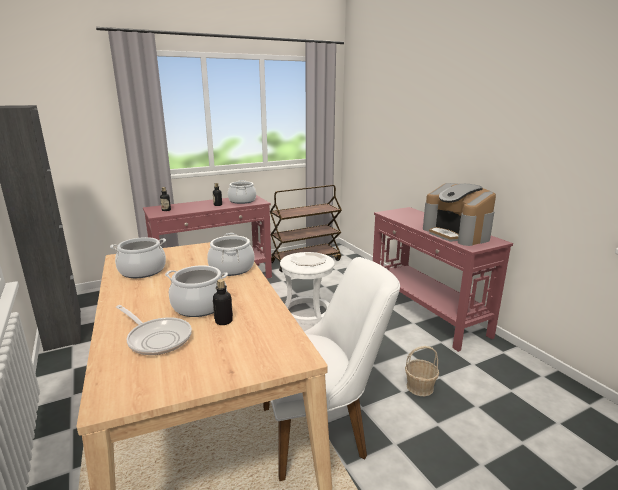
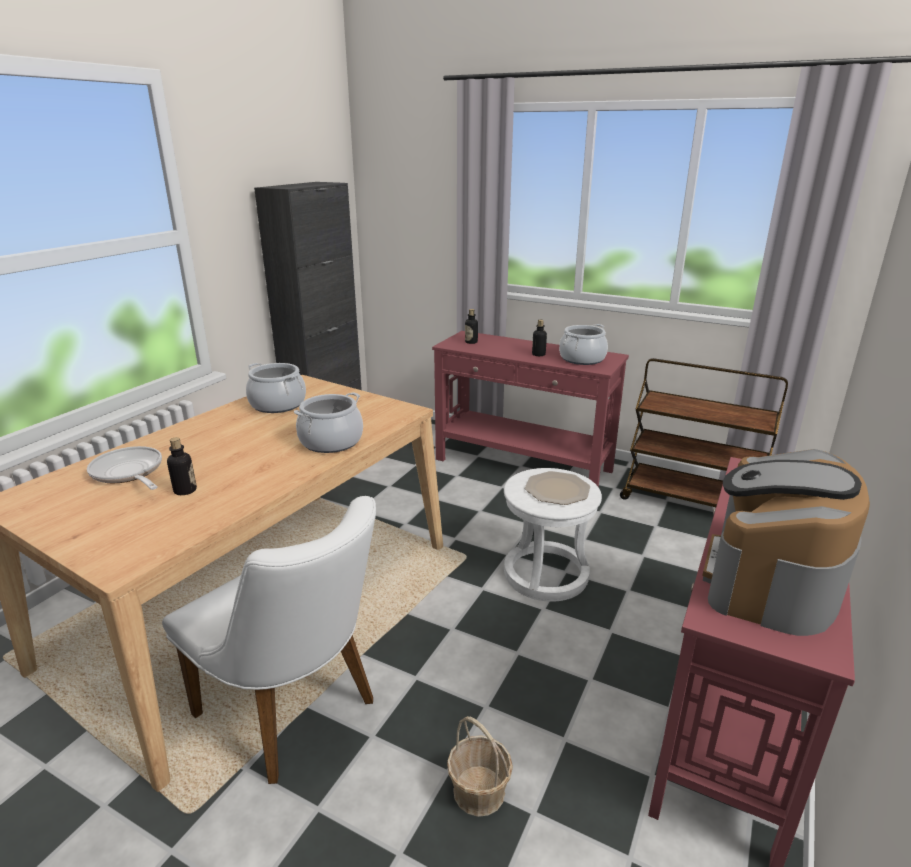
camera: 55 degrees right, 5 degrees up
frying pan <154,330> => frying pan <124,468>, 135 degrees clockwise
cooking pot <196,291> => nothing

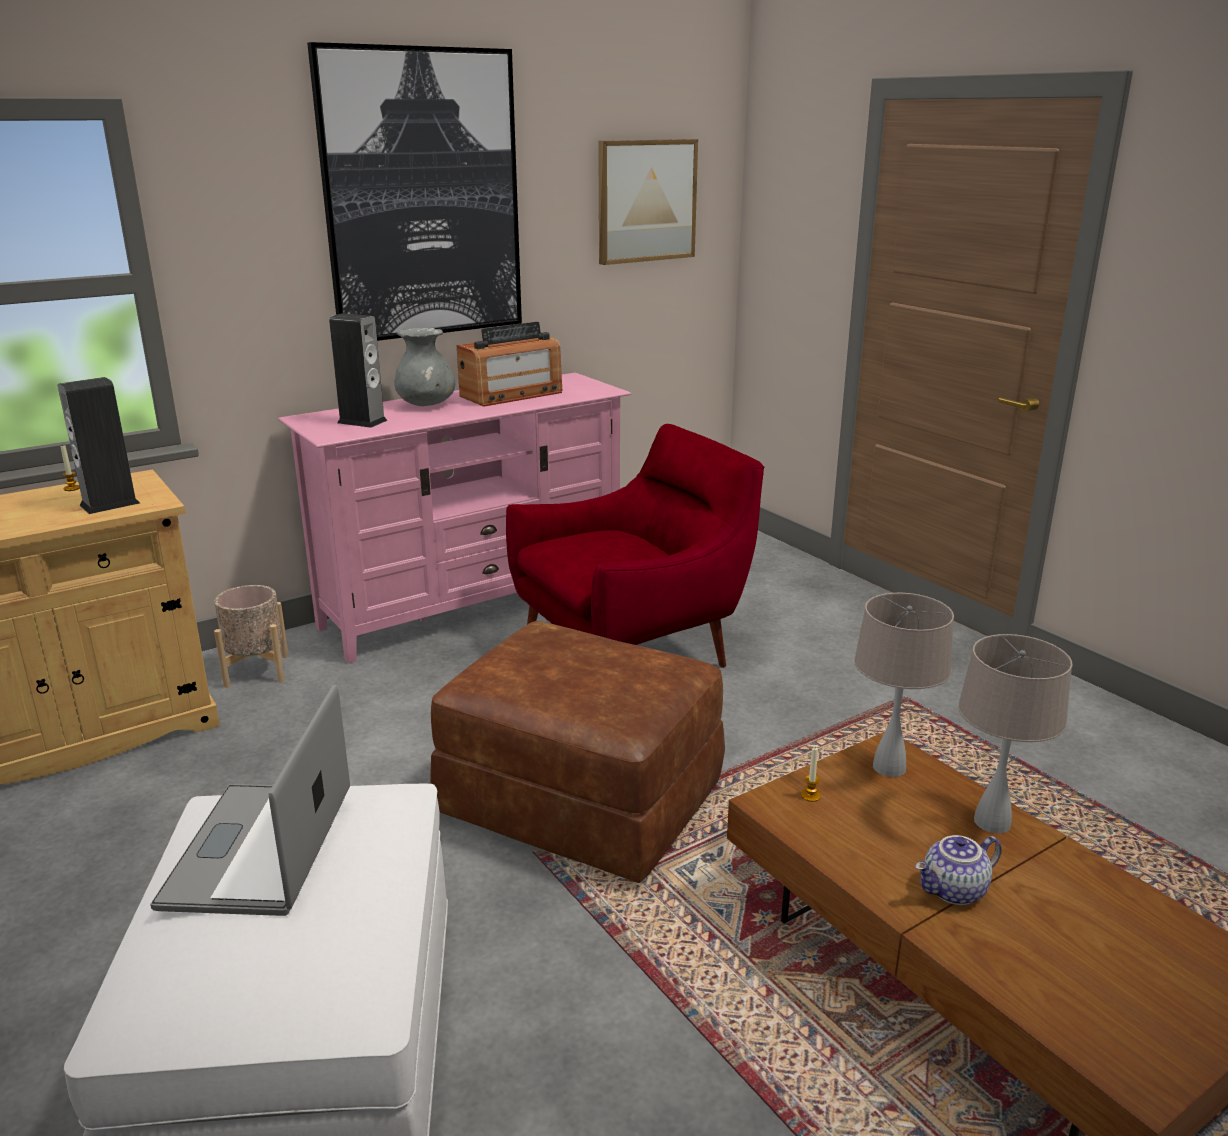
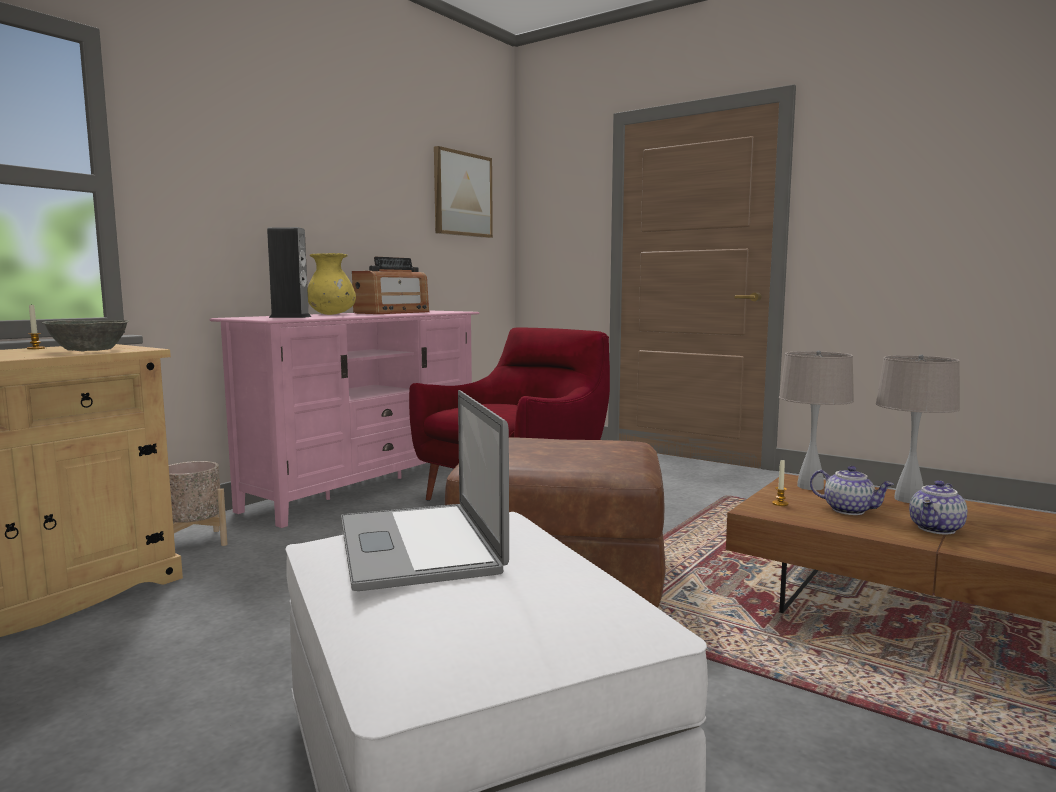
camera: 20 degrees left, 15 degrees down
speaker <99,445> => bowl (grey) <85,335>
picture <414,191> => nothing
vase (grey) <425,367> => vase (yellow) <332,284>
nothing => teapot <852,490>

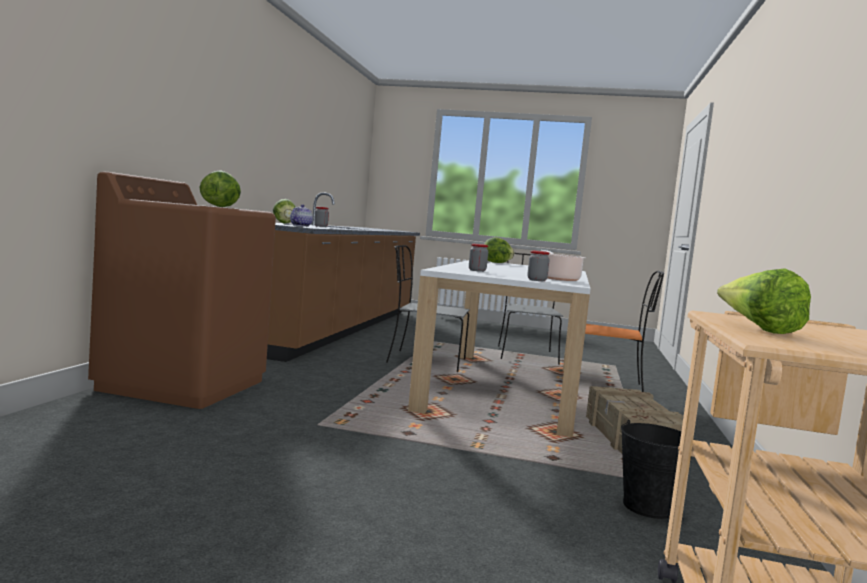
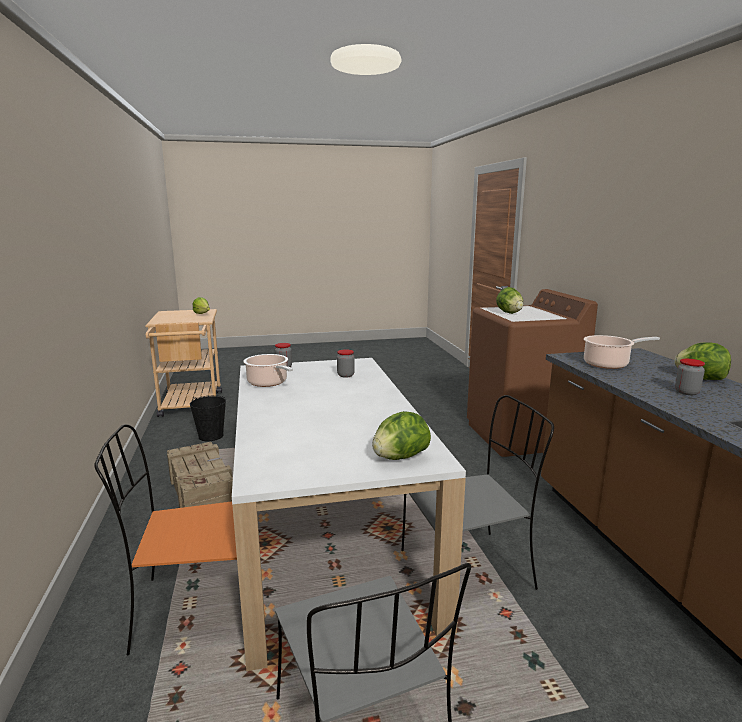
camera: 155 degrees right, 10 degrees up
teapot <301,215> => cooking pot <622,352>

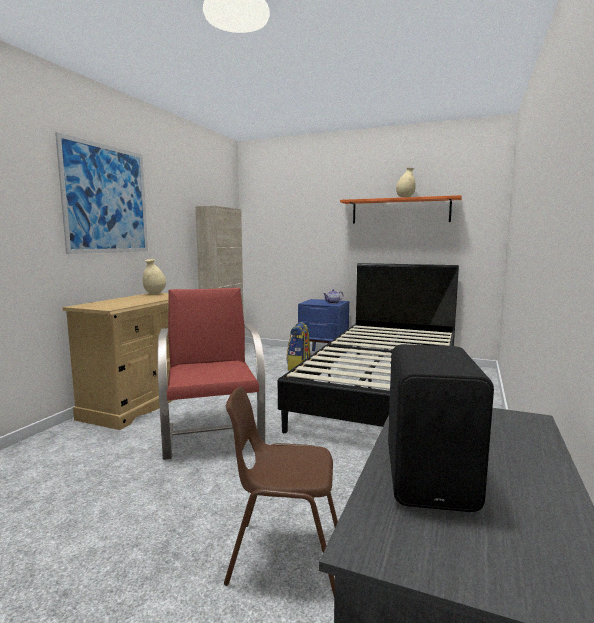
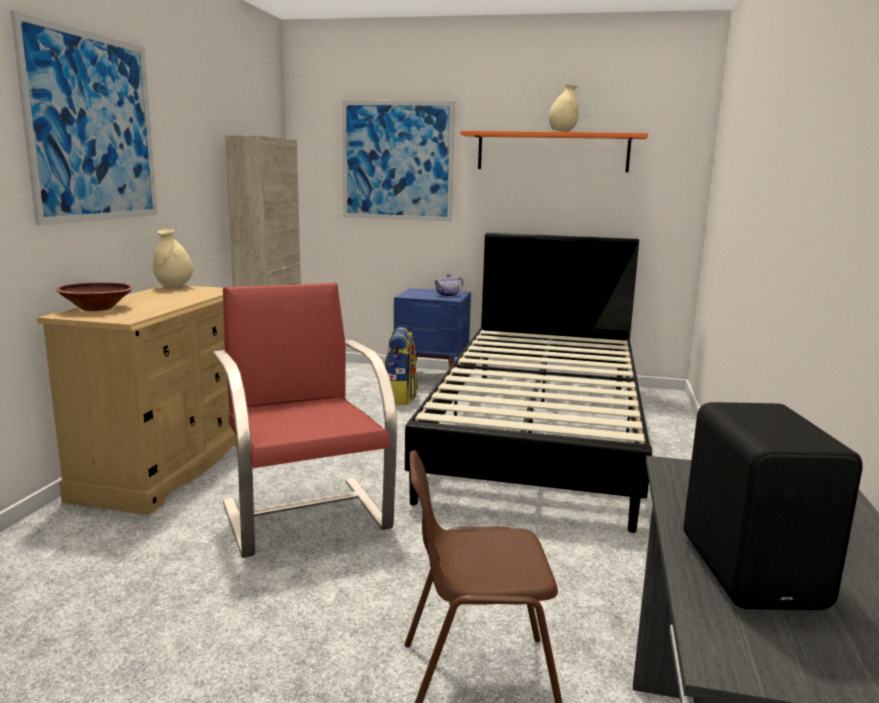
camera: 10 degrees left, 5 degrees up
nothing => bowl (brown) <94,297>
nothing => picture <398,160>

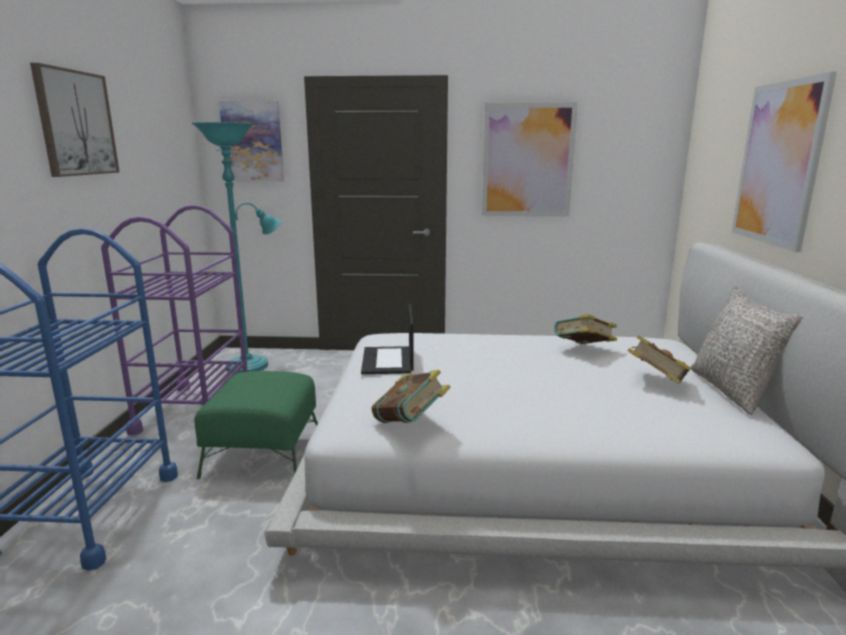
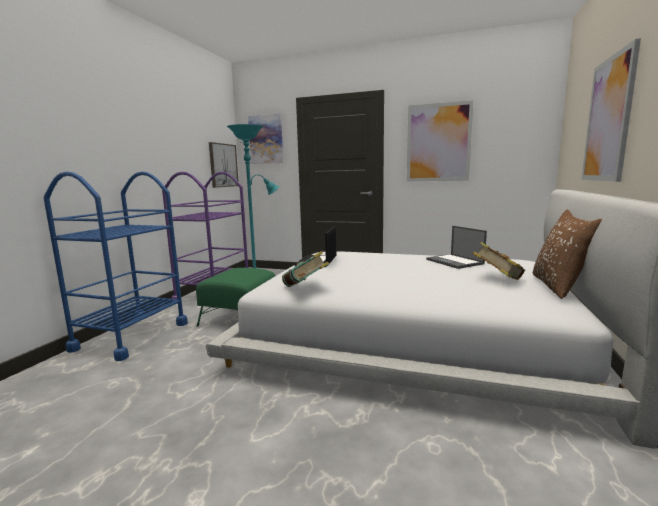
camera: 15 degrees right, 5 degrees down
picture <74,120> => picture <223,165>, move
book <585,329> => laptop <456,247>
pillow (grey) <747,350> => pillow (brown) <567,254>

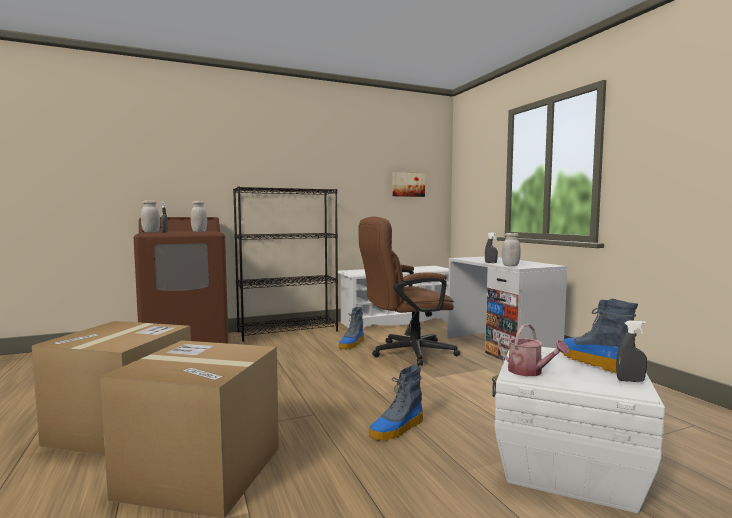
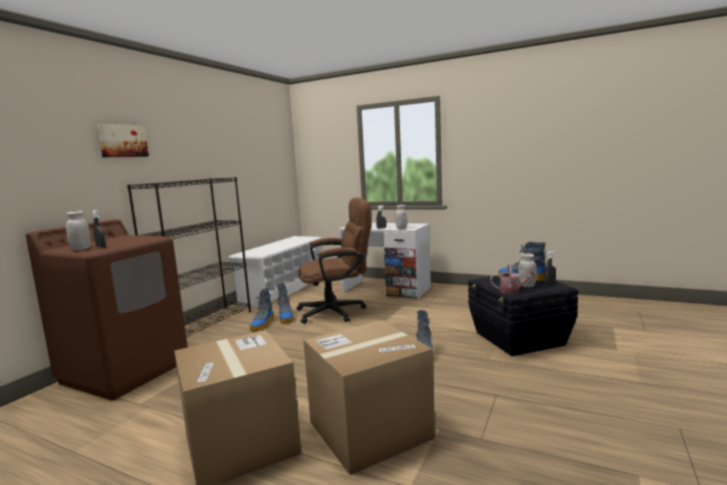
camera: 40 degrees left, 5 degrees up
jar (white) <199,216> => jar (white) <527,270>, move
office chair (brown) <409,291> => office chair (brown) <334,260>, 135 degrees counterclockwise
picture <408,184> => picture <123,140>, move
storage box (white) <578,430> => storage box (black) <523,316>
nothing => boot <262,310>

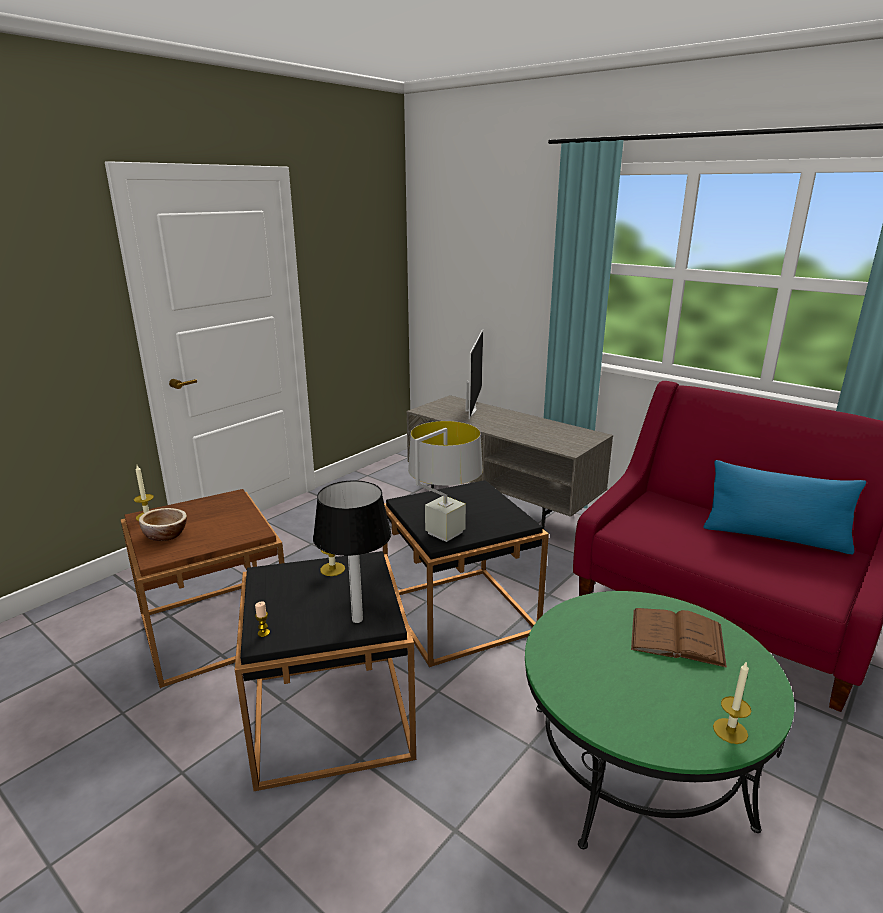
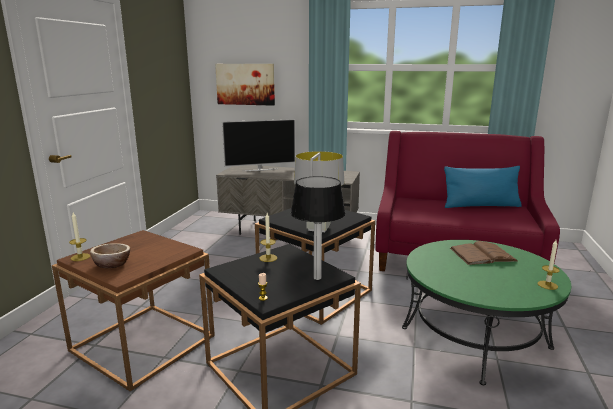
camera: 25 degrees left, 5 degrees down
television <474,374> => television <259,145>, 90 degrees clockwise
nothing => picture <245,85>

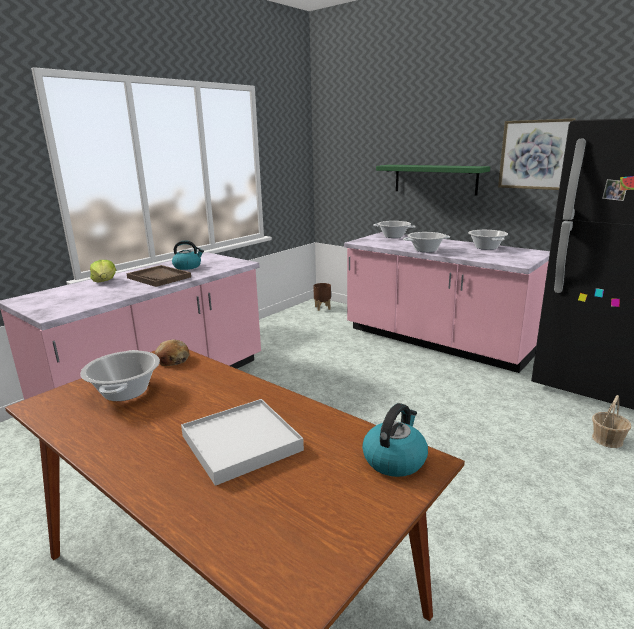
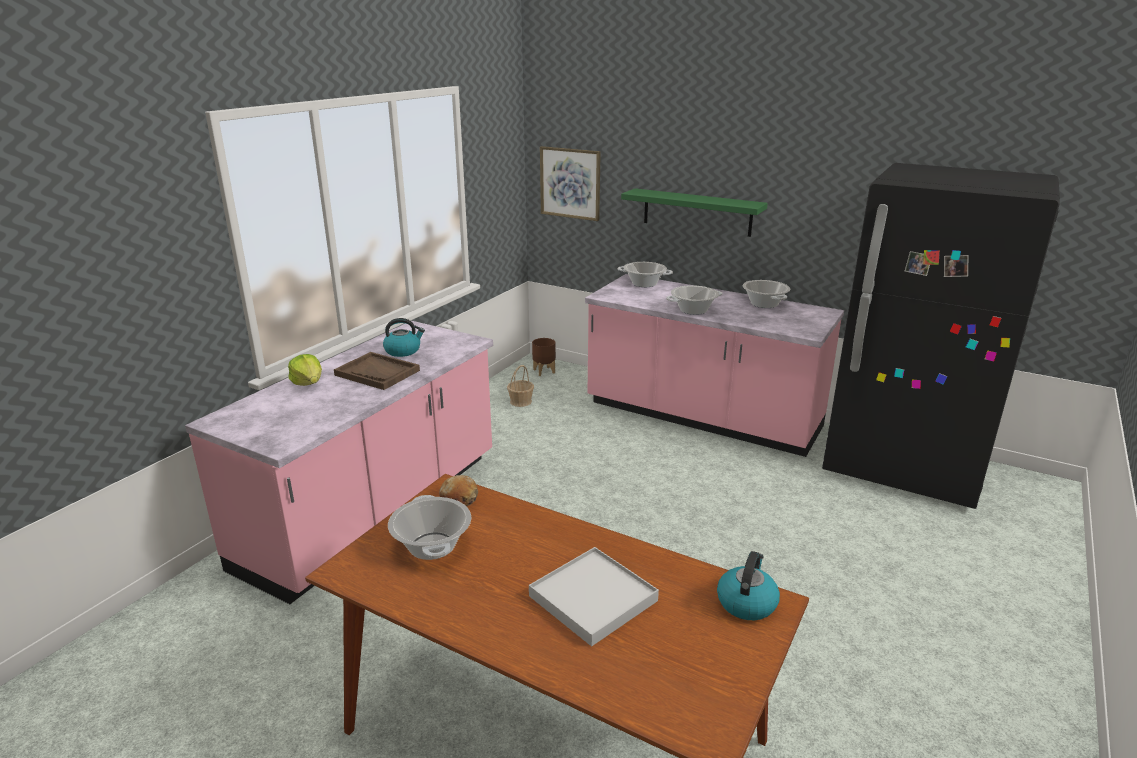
camera: 10 degrees left, 5 degrees up
picture <537,154> => picture <570,183>, move
basket <611,421> => basket <520,386>, move

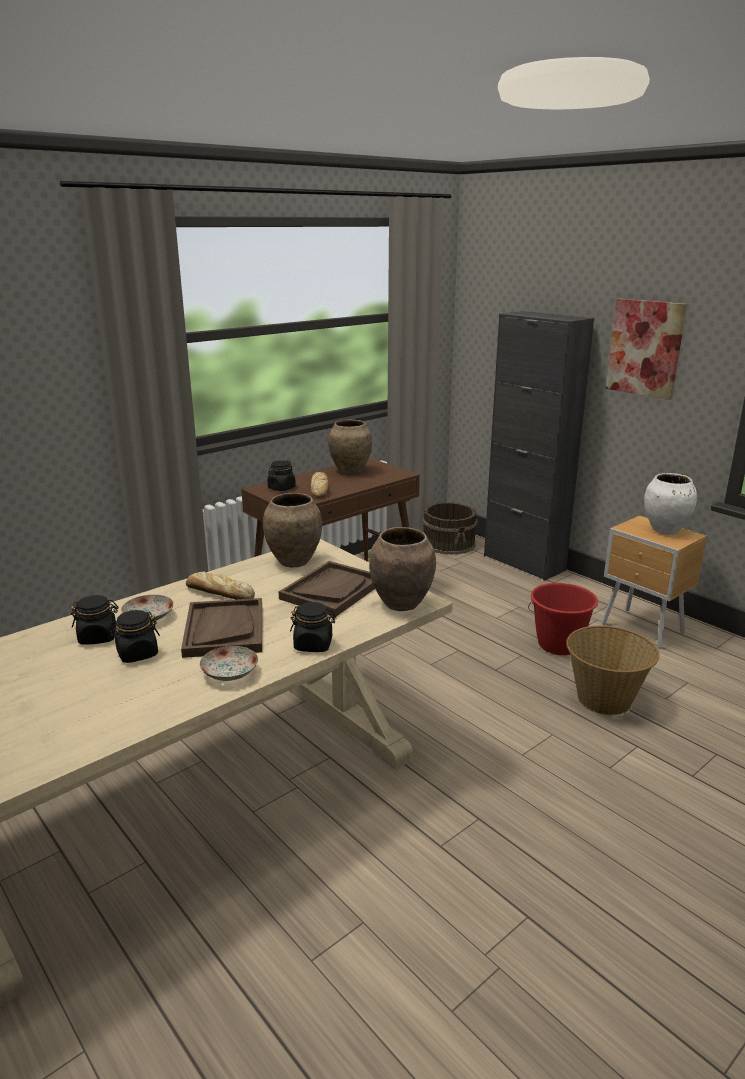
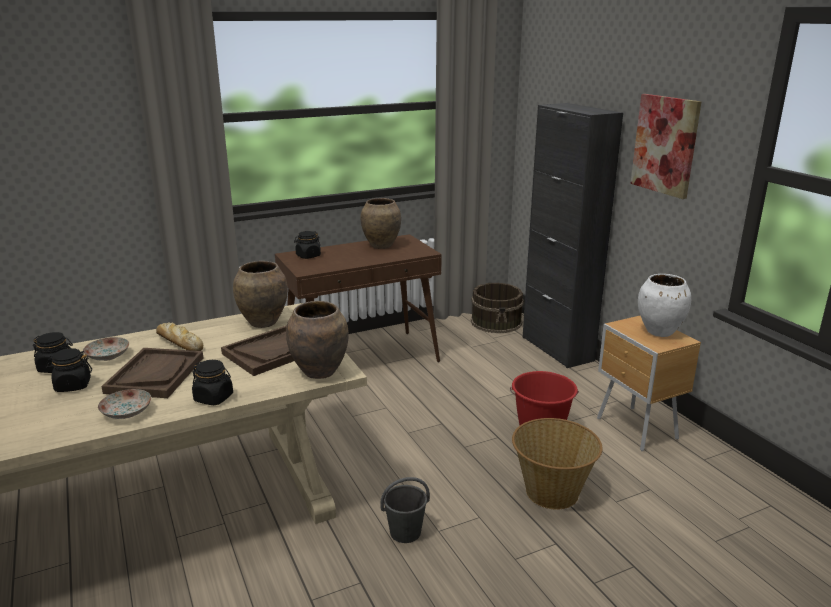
camera: 15 degrees right, 0 degrees up
bread <320,485> => nothing
nothing => bucket (grey) <405,510>

